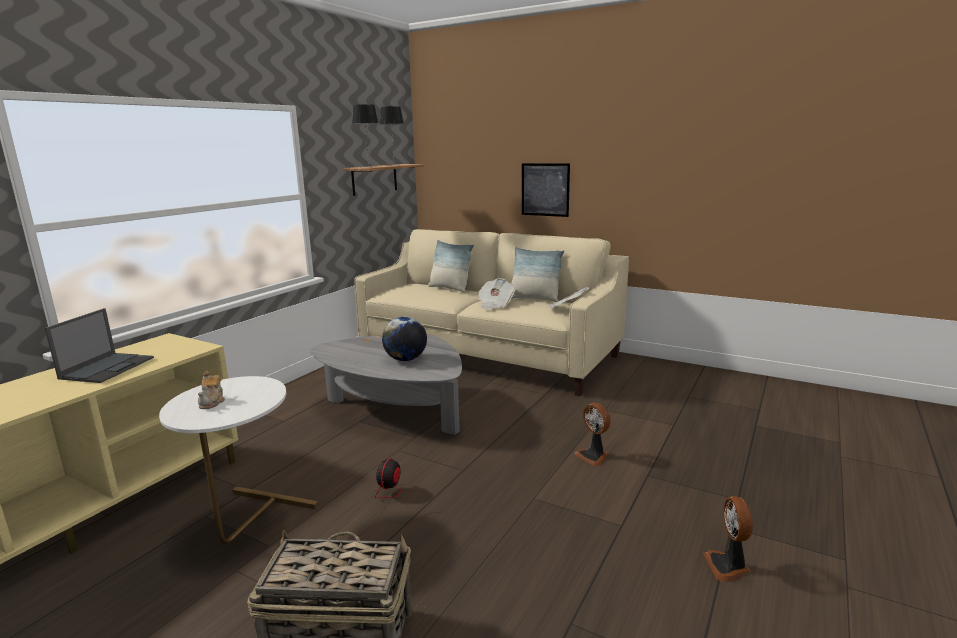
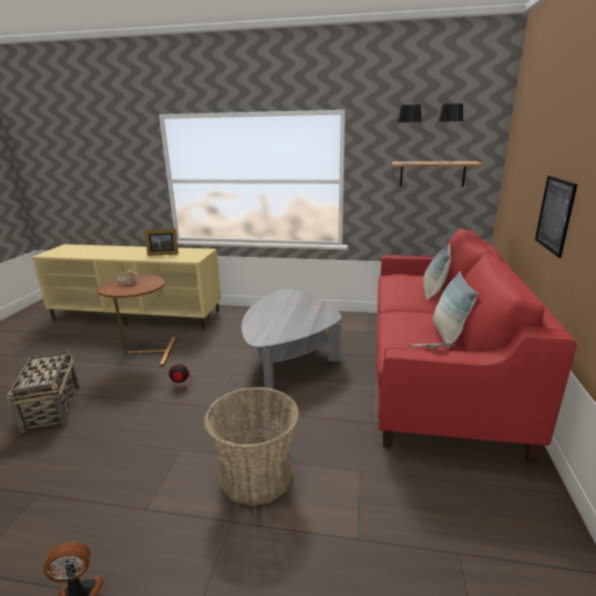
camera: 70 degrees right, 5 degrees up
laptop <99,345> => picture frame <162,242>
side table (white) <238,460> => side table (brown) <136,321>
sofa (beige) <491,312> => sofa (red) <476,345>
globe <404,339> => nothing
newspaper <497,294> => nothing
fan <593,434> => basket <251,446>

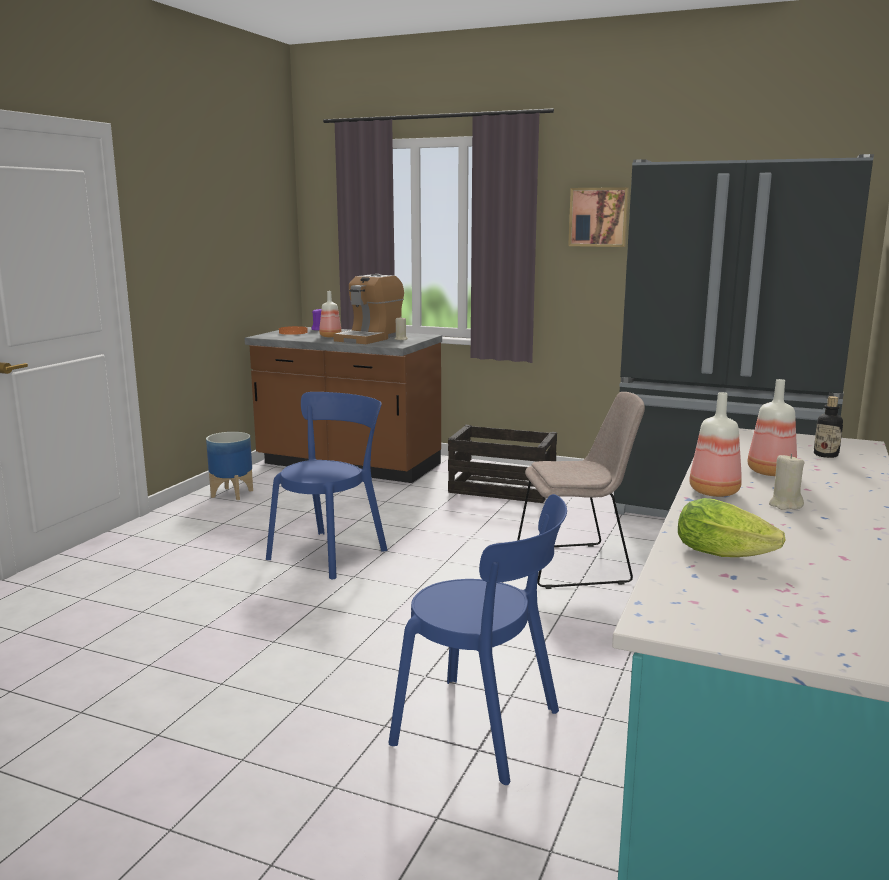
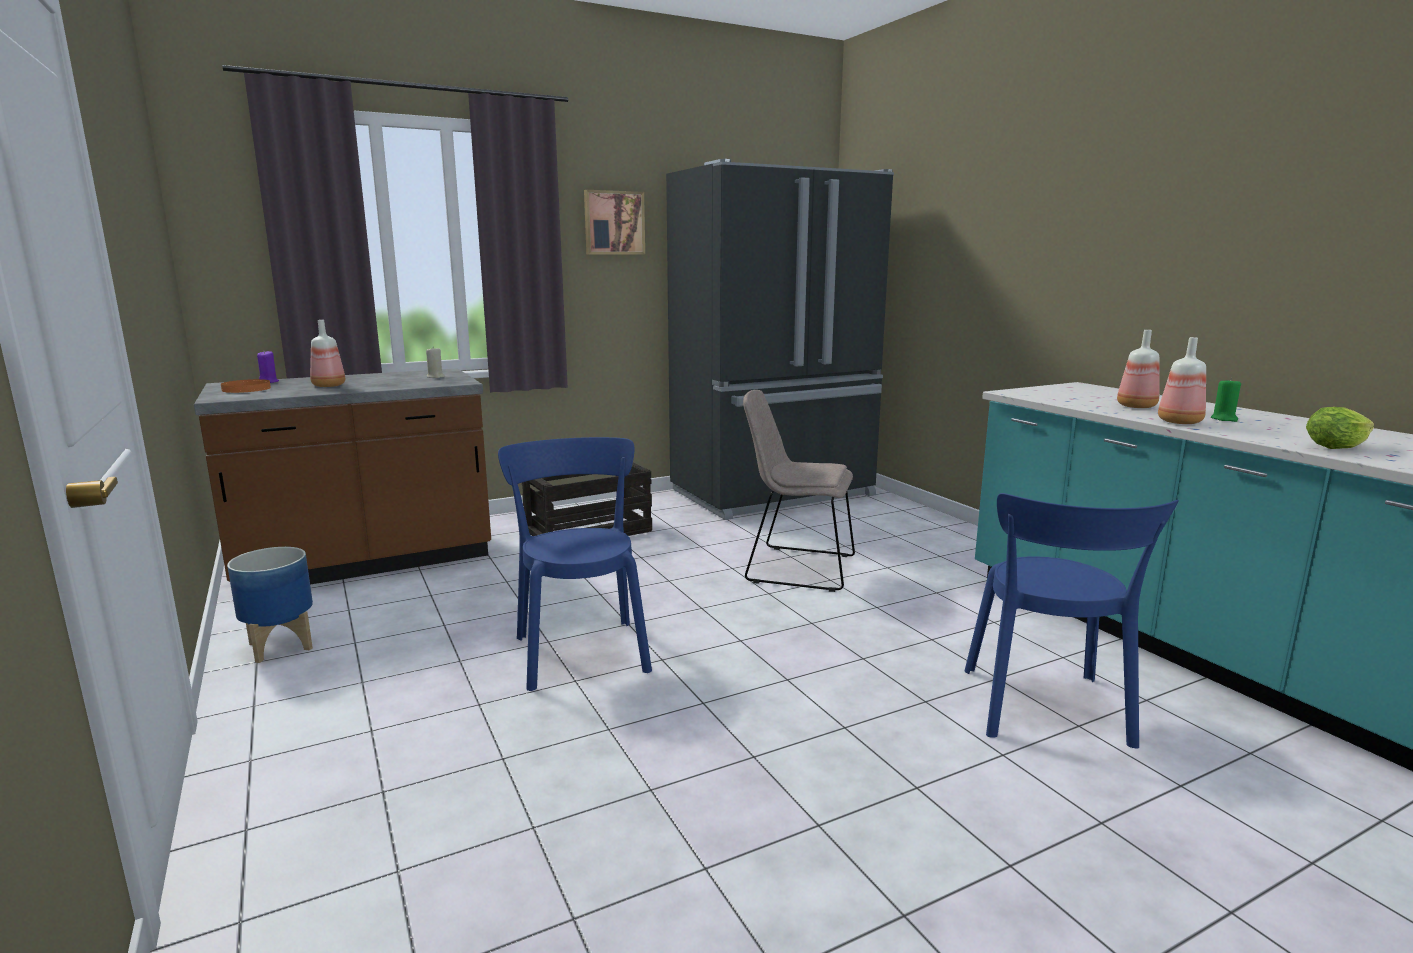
camera: 50 degrees left, 0 degrees up
coffee machine <368,309> => nothing
chair (blue) <478,639> => chair (blue) <1071,621>, 120 degrees clockwise
chair (beige) <581,490> => chair (beige) <799,491>, 105 degrees counterclockwise
candle (beige) <786,482> => candle (green) <1226,400>
bottle <828,427> => nothing

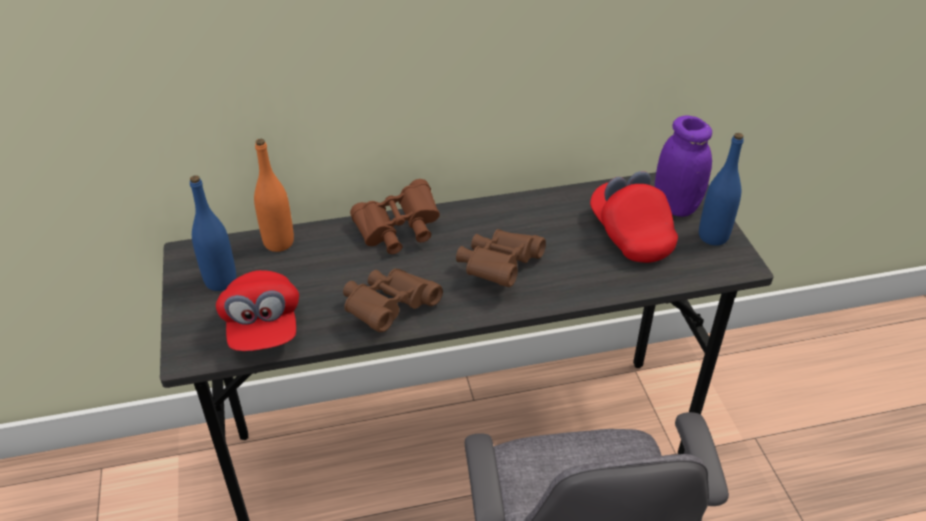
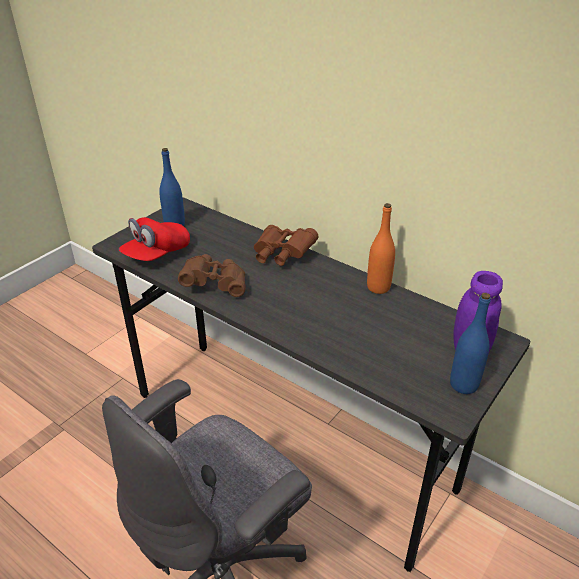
camera: 50 degrees right, 5 degrees down
bottle (orange) <274,195> => bottle (orange) <381,248>, move
binoculars (brown) <501,258> => nothing
cap (red) <634,217> => nothing

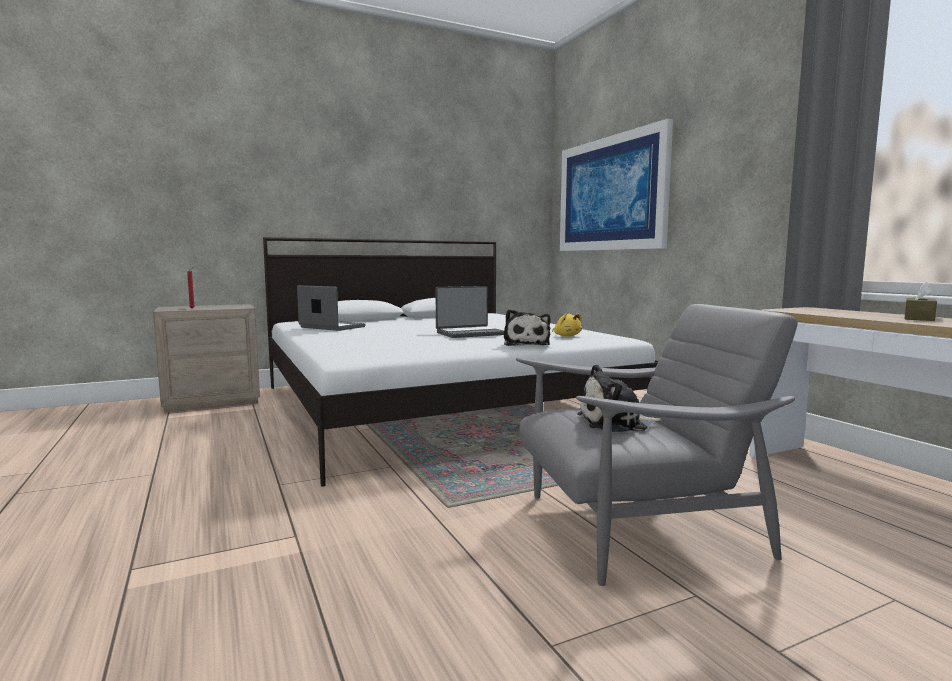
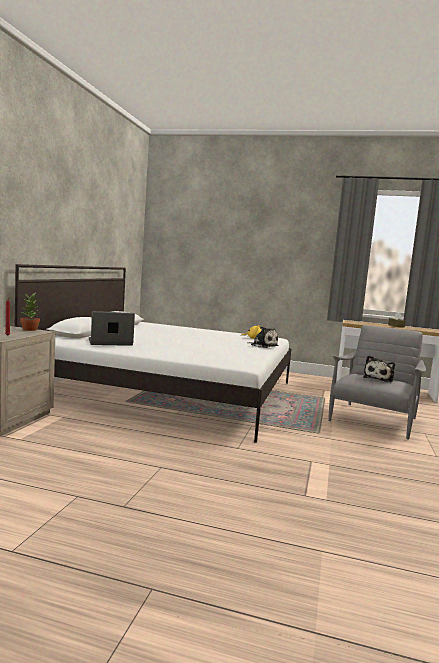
camera: 50 degrees left, 0 degrees up
laptop <469,312> => nothing
picture <616,185> => nothing
nothing => potted plant <30,312>

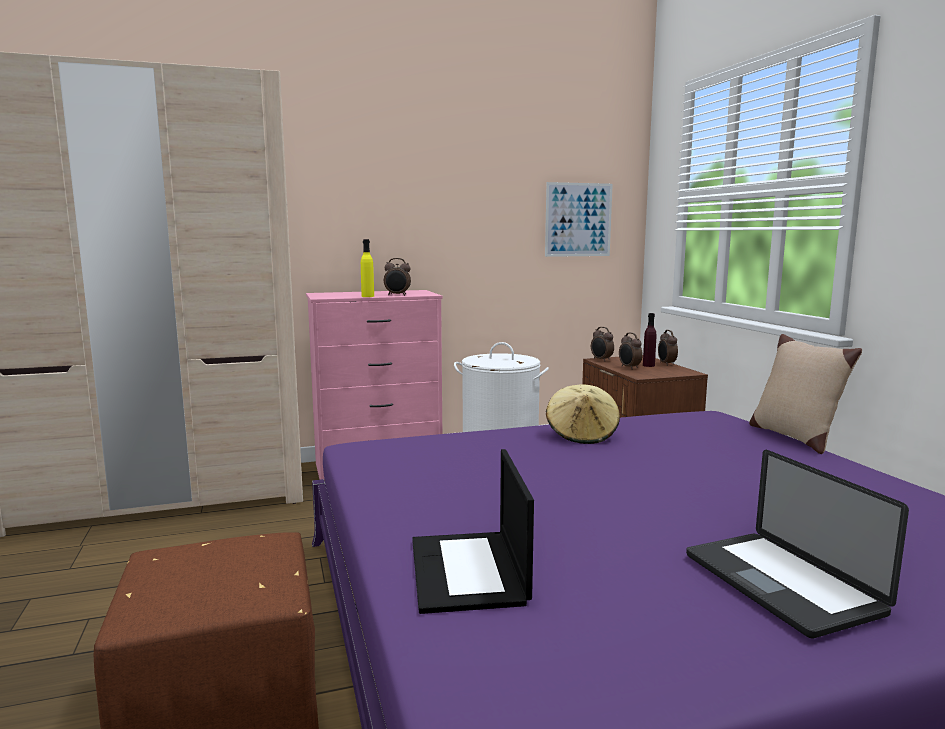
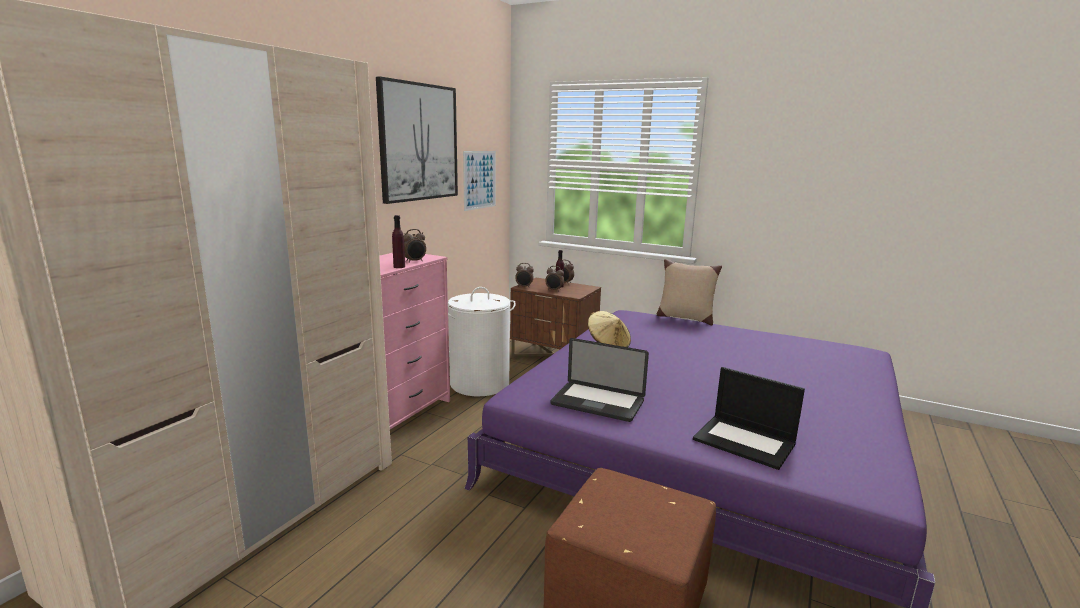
camera: 45 degrees left, 5 degrees up
bottle (yellow) <367,268> => bottle (purple) <398,241>
laptop <797,544> => laptop <599,380>, move
nothing => picture <417,140>

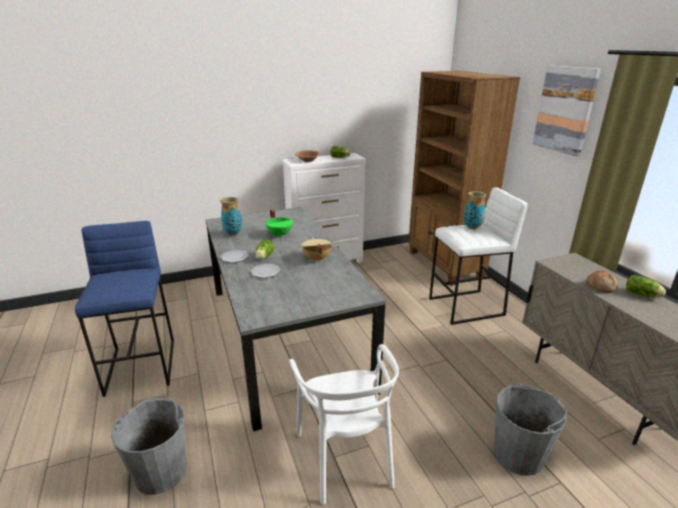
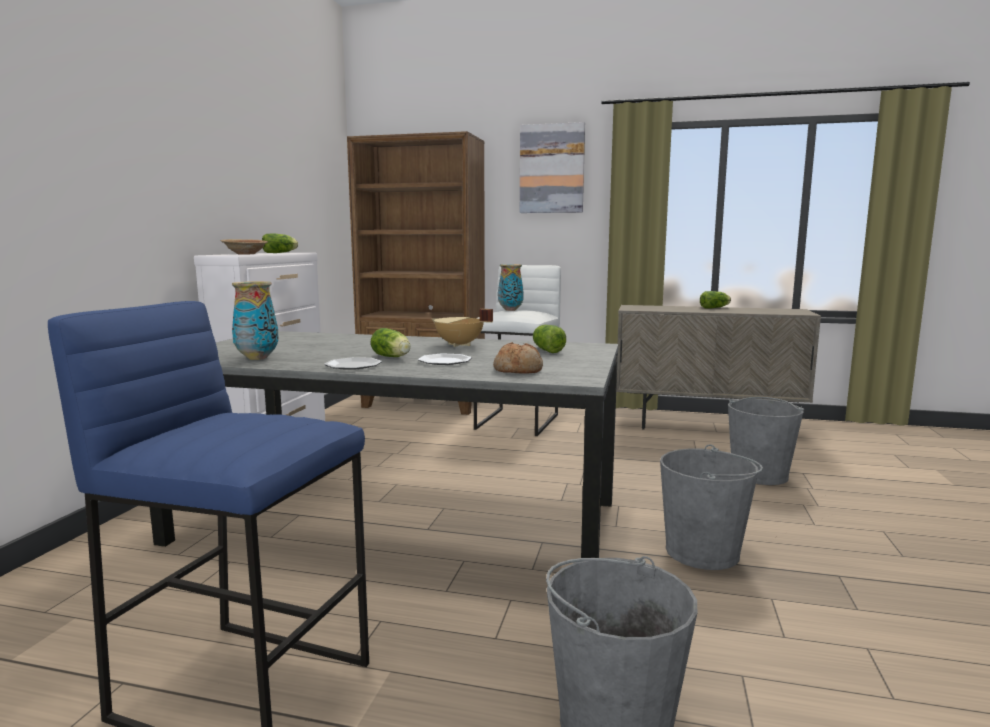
camera: 55 degrees left, 15 degrees down
cooking pot (green) <279,223> => nothing
chair (white) <344,424> => bucket (grey) <711,507>
bread <602,282> => bread <518,358>, move
nothing => lettuce <549,339>

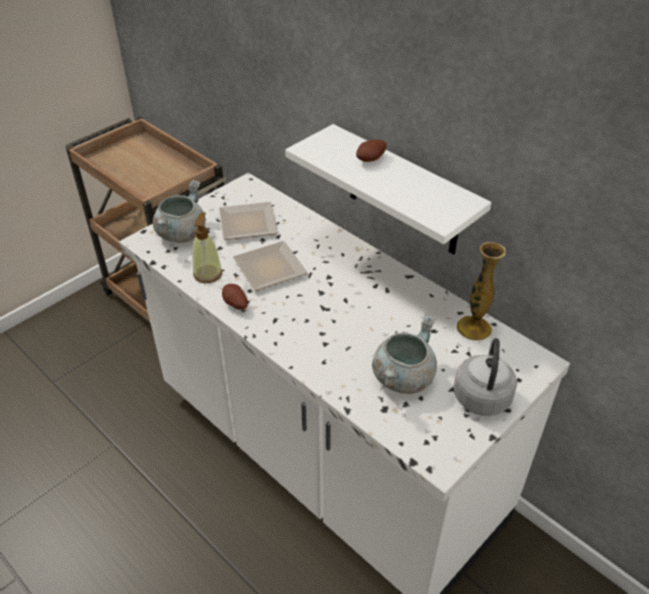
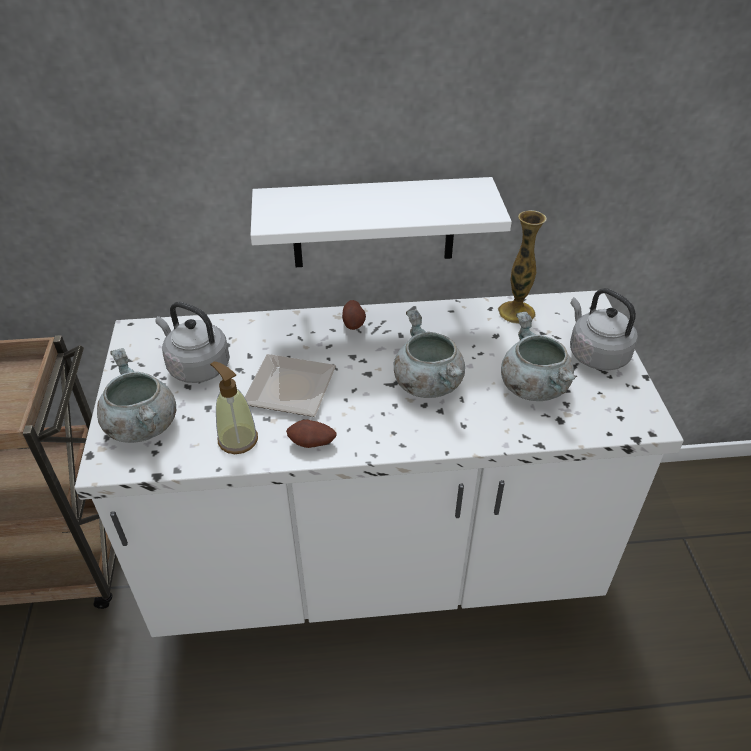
camera: 50 degrees left, 0 degrees up
plate <248,221> => kettle (grey) <193,342>
potato <371,151> => potato <354,315>, move
nothing => cooking pot (grey) <429,353>

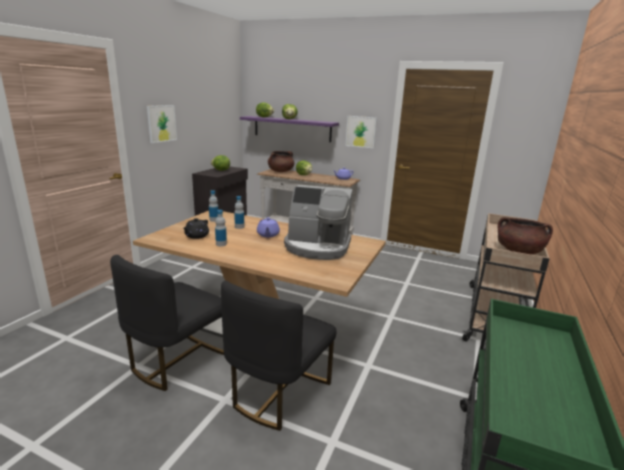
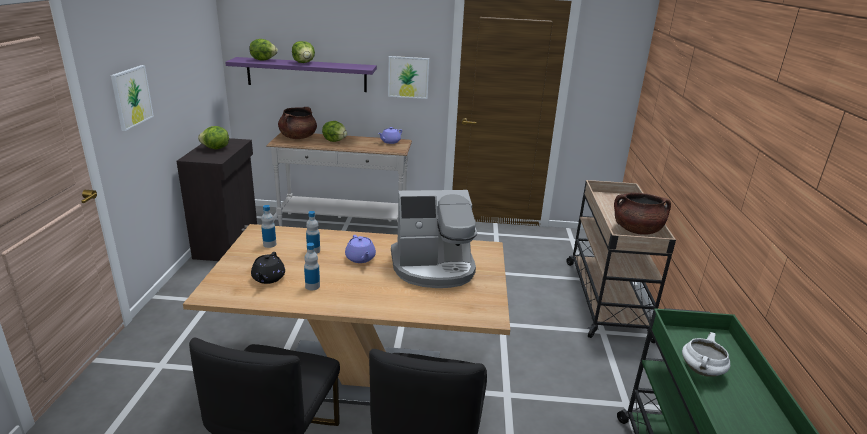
camera: 20 degrees left, 5 degrees up
nothing => cooking pot (white) <706,354>

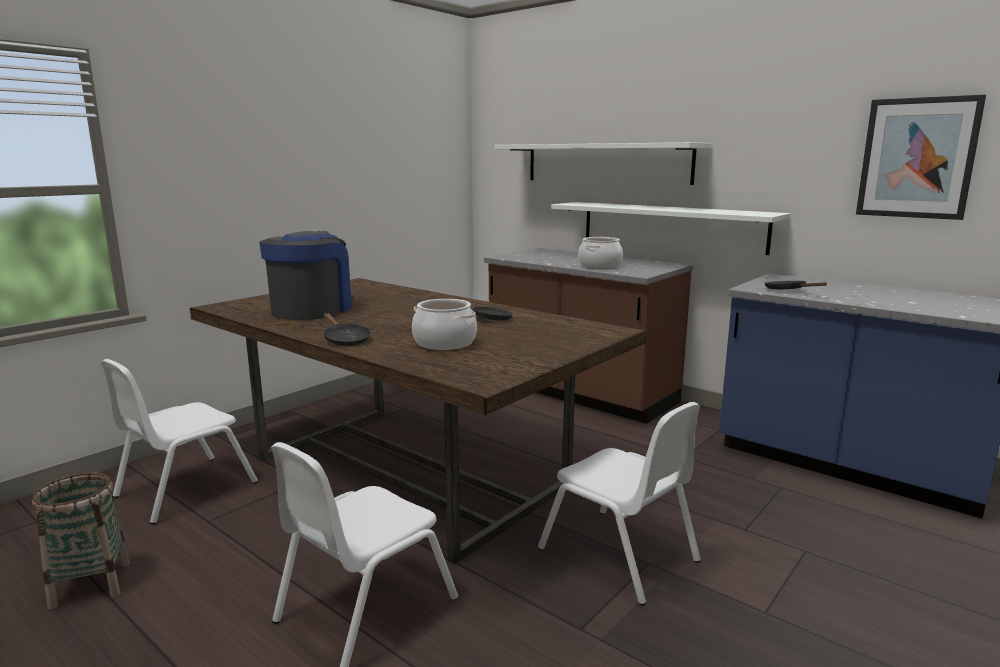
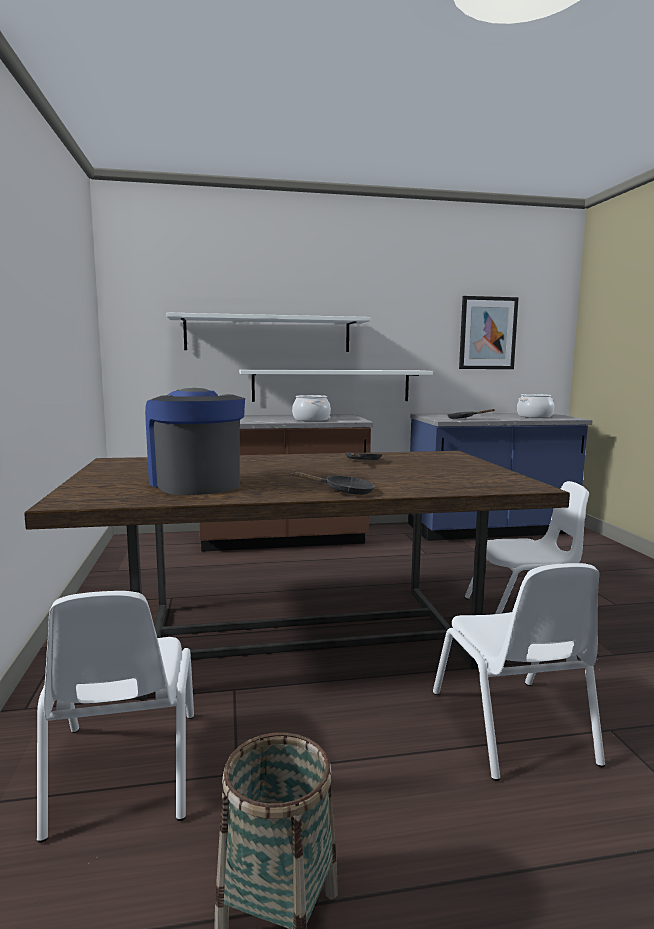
camera: 50 degrees left, 5 degrees down
cooking pot <444,324> => cooking pot <535,406>, move

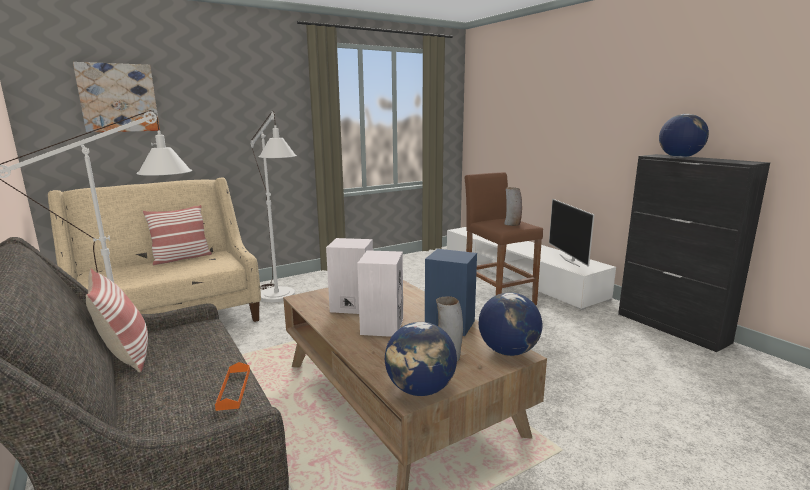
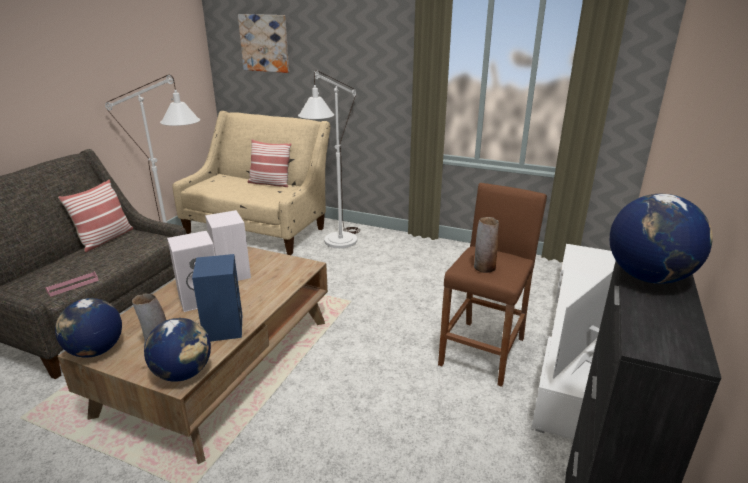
camera: 55 degrees right, 10 degrees up
tray (orange) <232,386> => tray (pink) <72,284>

